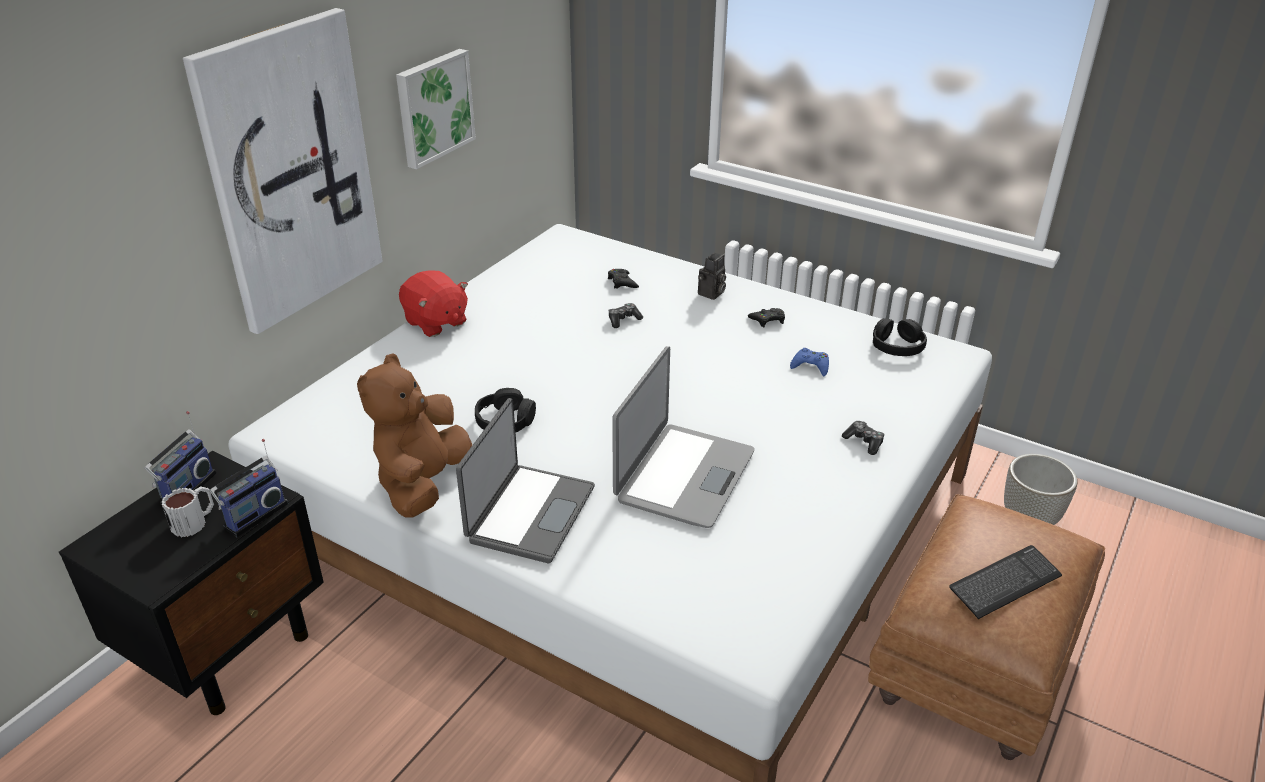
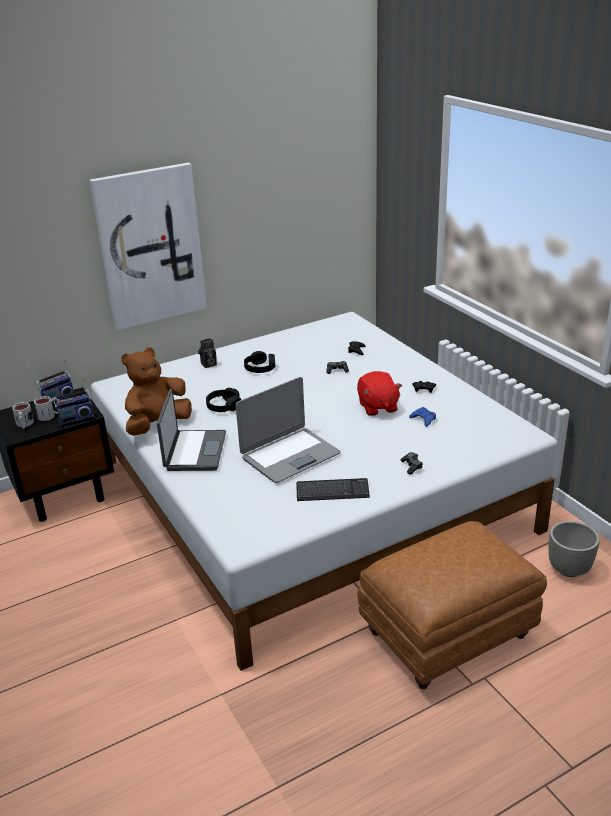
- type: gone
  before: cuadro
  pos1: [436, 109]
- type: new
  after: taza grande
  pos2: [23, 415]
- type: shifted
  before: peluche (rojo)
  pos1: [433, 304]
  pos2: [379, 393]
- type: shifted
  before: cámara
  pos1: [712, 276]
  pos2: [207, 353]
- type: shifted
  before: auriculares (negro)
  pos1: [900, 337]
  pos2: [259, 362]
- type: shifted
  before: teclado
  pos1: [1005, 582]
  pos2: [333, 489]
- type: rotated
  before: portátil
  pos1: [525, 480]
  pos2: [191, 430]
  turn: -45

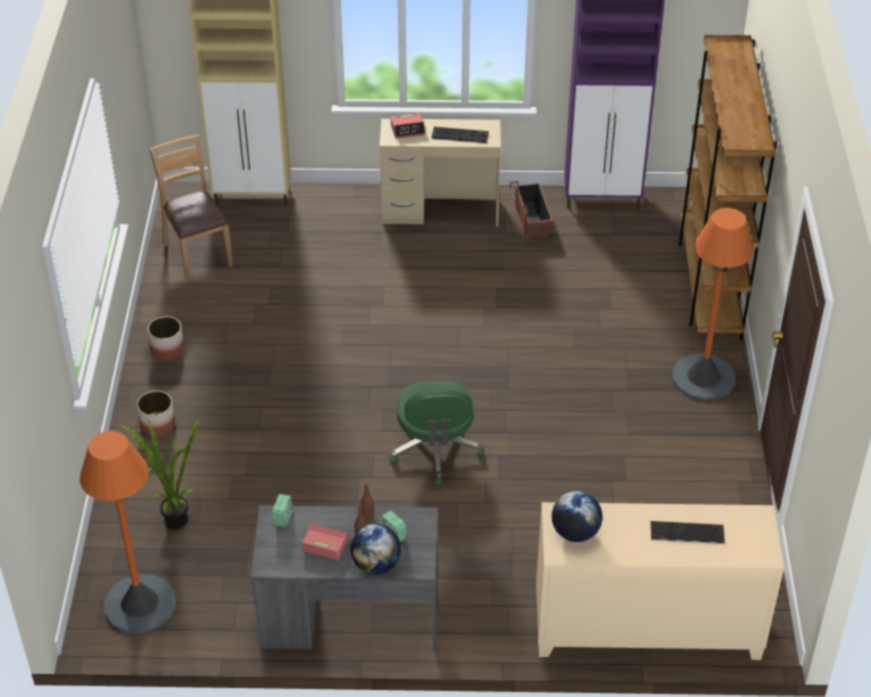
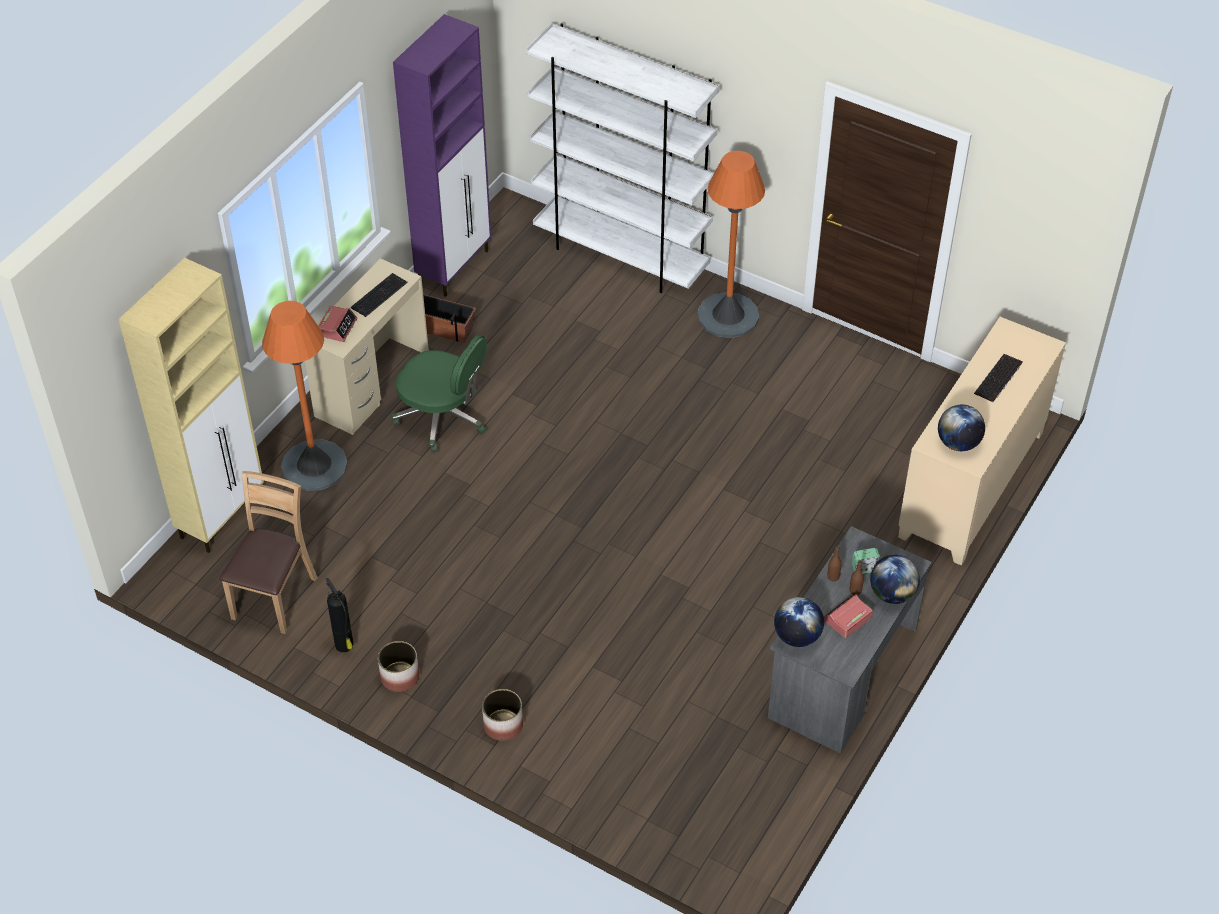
- type: gone
  before: planta en maceta
  pos1: [159, 473]
- type: new
  after: extintor
  pos2: [339, 615]
- type: shifted
  before: lámpara de pie (naranja)
  pos1: [128, 532]
  pos2: [305, 396]
- type: shifted
  before: silla de oficina (verde)
  pos1: [436, 433]
  pos2: [439, 393]
- type: swapped
  before: despertador
  after: globo terráqueo
  pos1: [282, 510]
  pos2: [799, 622]
- type: repainted
  before: estantería (marrón)
  after: estantería (blanco)
  pos1: [728, 188]
  pos2: [623, 158]
- type: rotated
  before: silla (marrón)
  pos1: [191, 208]
  pos2: [268, 552]
  turn: 105

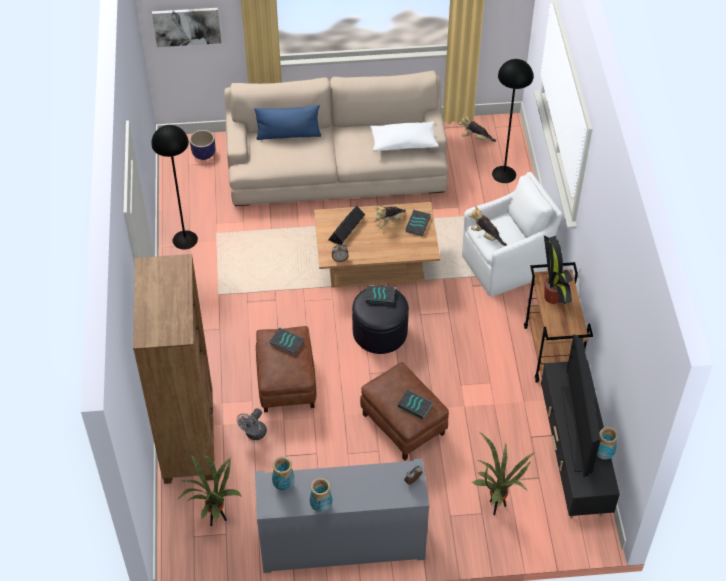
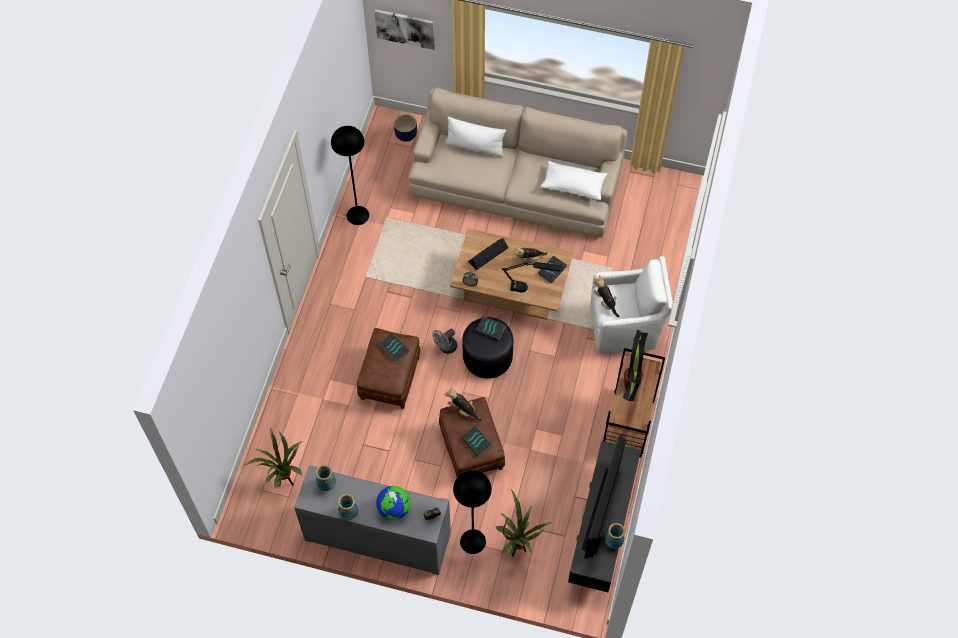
- type: gone
  before: estantería (marrón)
  pos1: [173, 369]
- type: new
  after: globo terráqueo
  pos2: [393, 503]
- type: new
  after: lámpara de mesa (negro)
  pos2: [532, 277]
- type: shifted
  before: ventilador (gris)
  pos1: [252, 424]
  pos2: [444, 341]
- type: shifted
  before: peluche
  pos1: [477, 128]
  pos2: [463, 404]
- type: shifted
  before: lámpara de pie (negro)
  pos1: [512, 121]
  pos2: [472, 512]
- type: repainted
  before: cojín (azul)
  after: cojín (blanco)
  pos1: [287, 122]
  pos2: [475, 137]

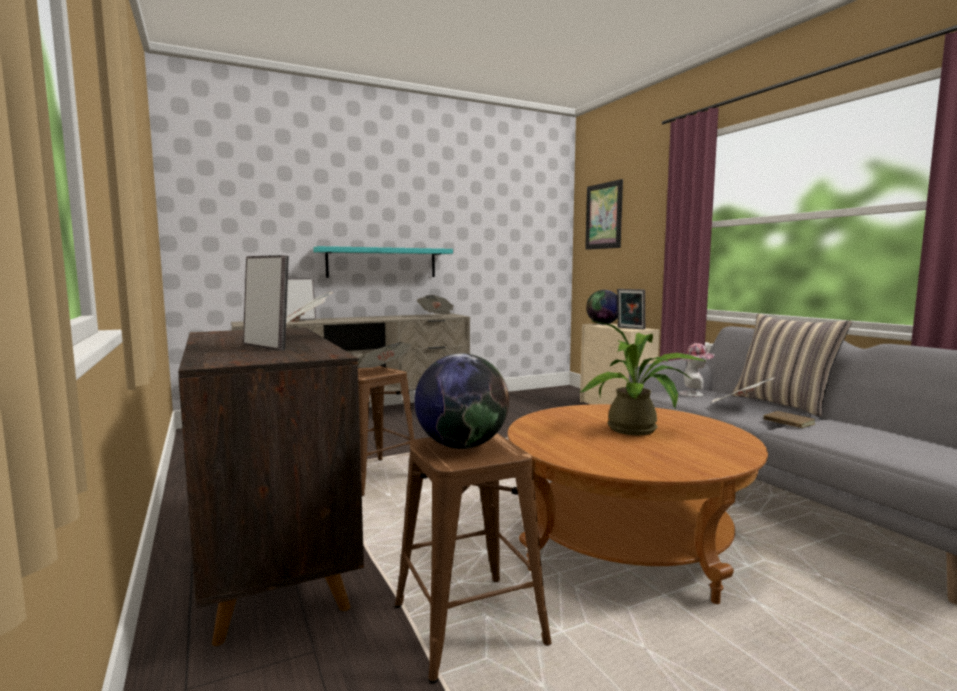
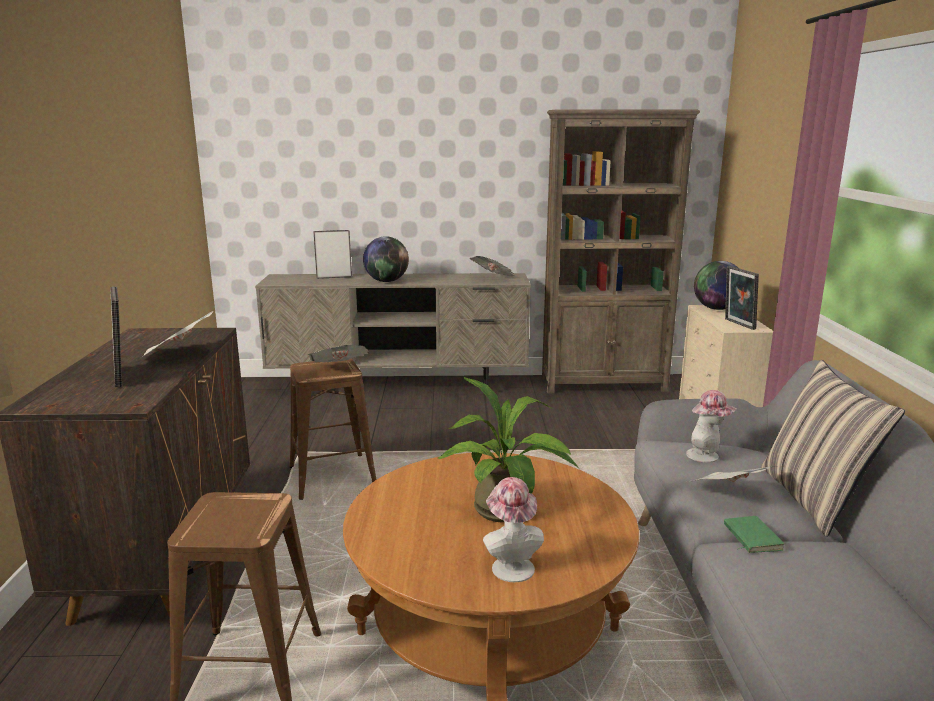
- type: gone
  before: estante (turquesa)
  pos1: [383, 262]
- type: gone
  before: cuadro
  pos1: [604, 214]
- type: new
  after: sombrero
  pos2: [513, 529]
- type: new
  after: estantería (marrón)
  pos2: [621, 251]
- type: shifted
  before: globo terráqueo
  pos1: [461, 401]
  pos2: [386, 259]
- type: repainted
  before: libro (marrón)
  after: libro (verde)
  pos1: [789, 419]
  pos2: [754, 534]

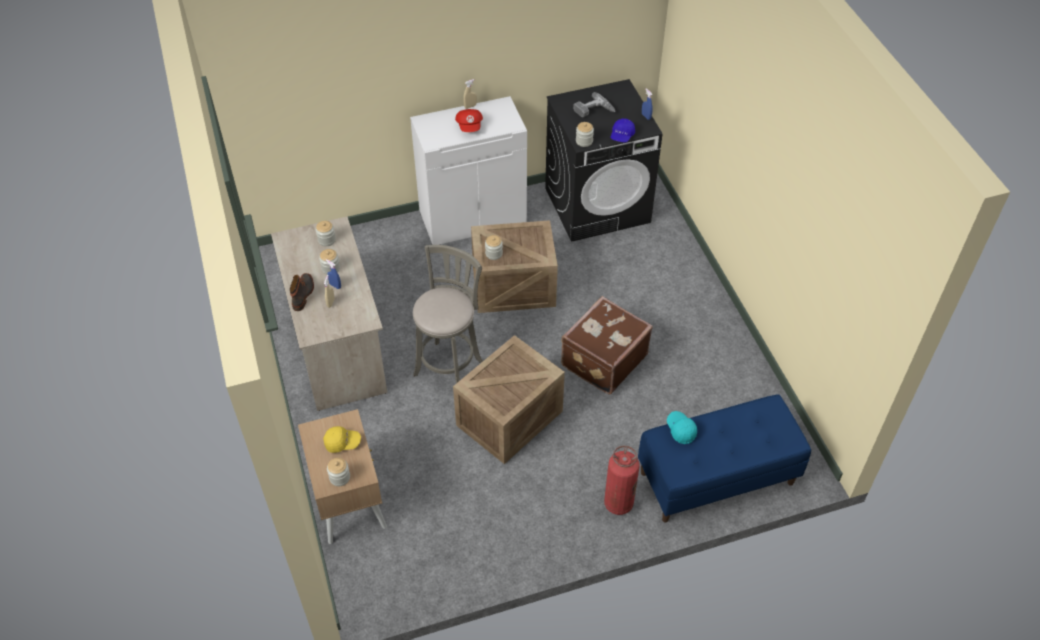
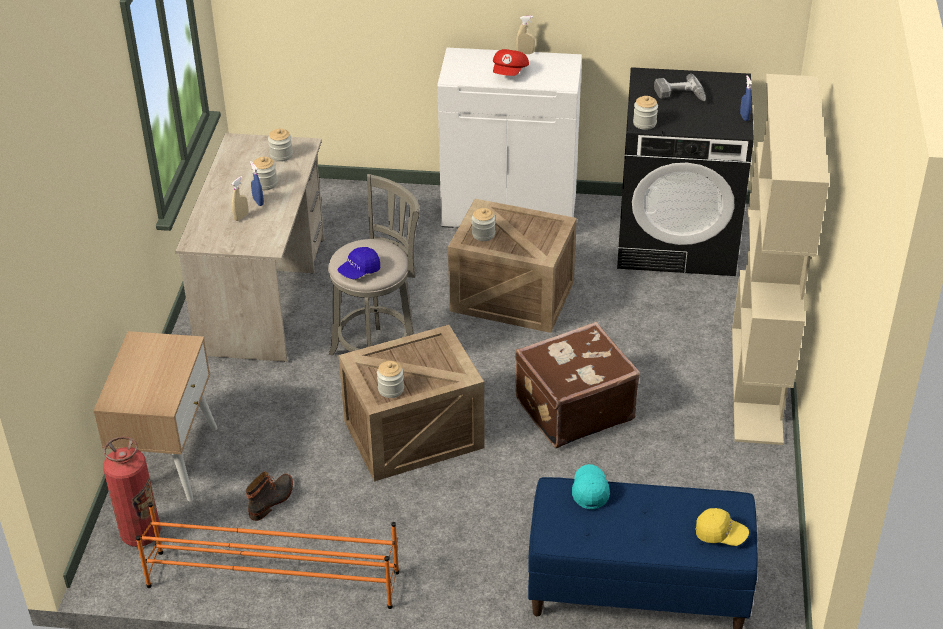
- type: new
  after: zapatero (naranja)
  pos2: [267, 555]
- type: new
  after: estantería (beis)
  pos2: [780, 259]
- type: shifted
  before: bota
  pos1: [302, 292]
  pos2: [269, 496]
- type: shifted
  before: gorra (amarillo)
  pos1: [342, 439]
  pos2: [722, 527]
- type: shifted
  before: tarro
  pos1: [338, 472]
  pos2: [390, 379]
- type: shifted
  before: extintor
  pos1: [622, 480]
  pos2: [132, 491]
- type: shifted
  before: gorra (azul)
  pos1: [623, 130]
  pos2: [358, 263]

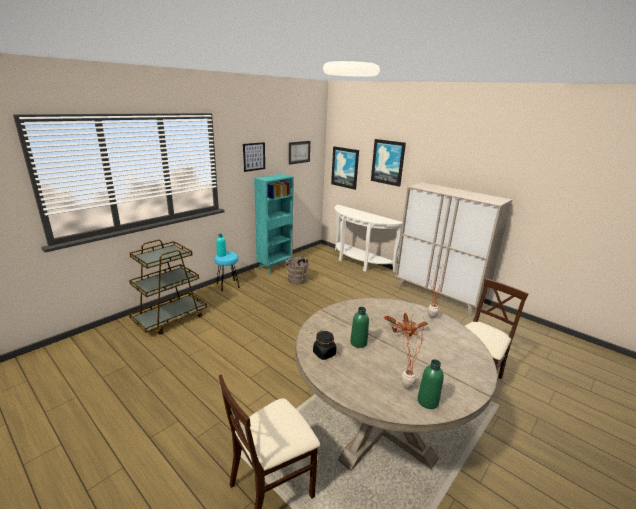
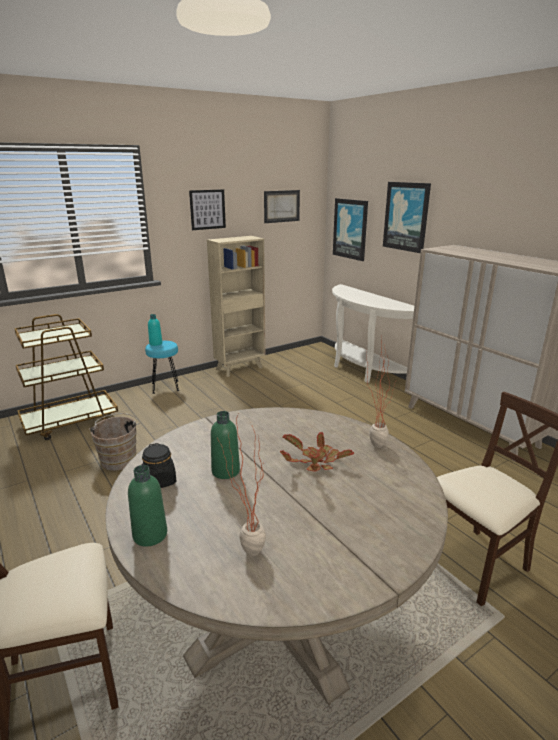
- type: shifted
  before: cubo (marrón)
  pos1: [297, 270]
  pos2: [114, 442]
- type: shifted
  before: botella (verde)
  pos1: [431, 384]
  pos2: [147, 506]
- type: repainted
  before: estantería (turquesa)
  after: estantería (beis)
  pos1: [273, 224]
  pos2: [236, 306]

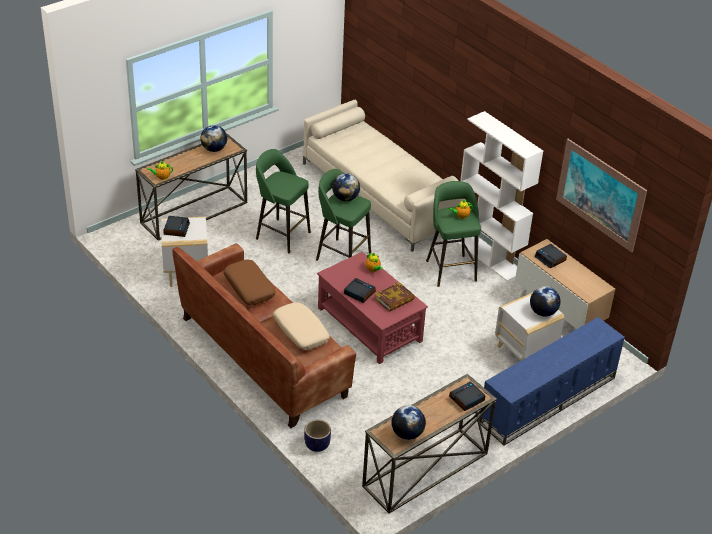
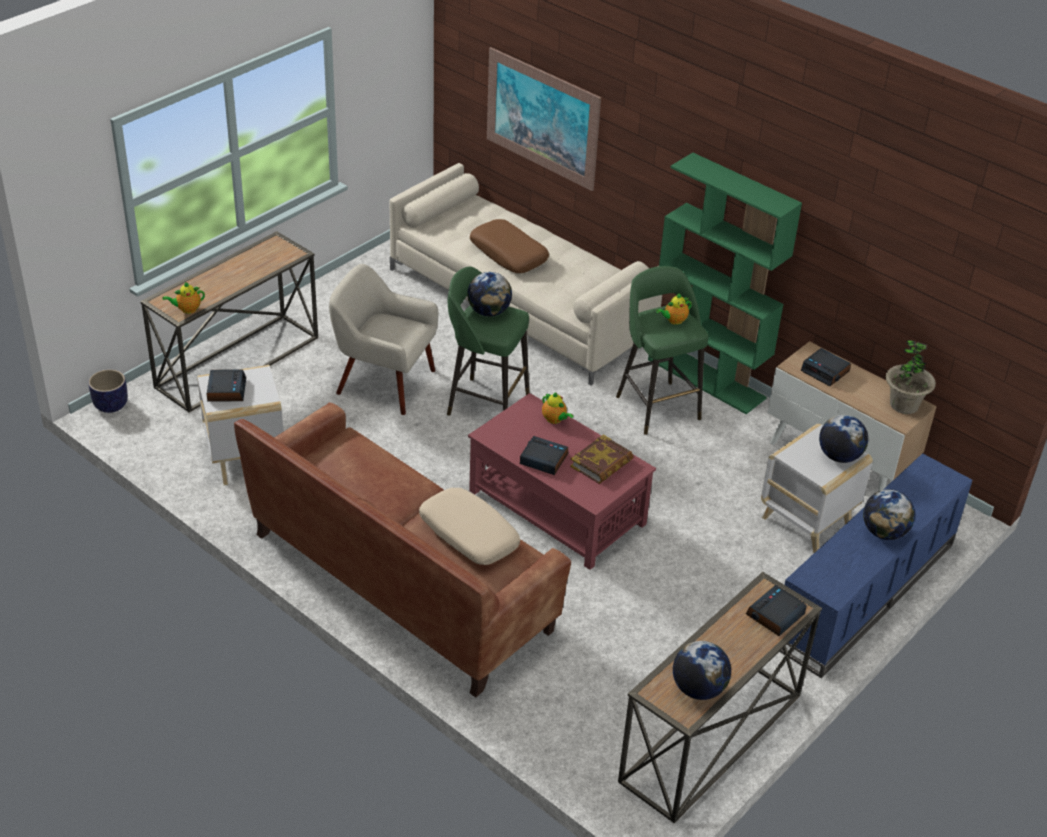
- type: new
  after: planta en maceta
  pos2: [910, 377]
- type: shifted
  before: globo terráqueo
  pos1: [213, 138]
  pos2: [889, 514]
- type: shifted
  before: cojín (marrón)
  pos1: [250, 282]
  pos2: [509, 246]
- type: shifted
  before: maceta
  pos1: [317, 436]
  pos2: [108, 391]
- type: shifted
  before: cuadro
  pos1: [601, 196]
  pos2: [544, 119]
- type: swapped
  before: taburete (verde)
  after: sillón (beis)
  pos1: [283, 201]
  pos2: [383, 339]
- type: repainted
  before: estantería (blanco)
  after: estantería (verde)
  pos1: [498, 196]
  pos2: [725, 283]

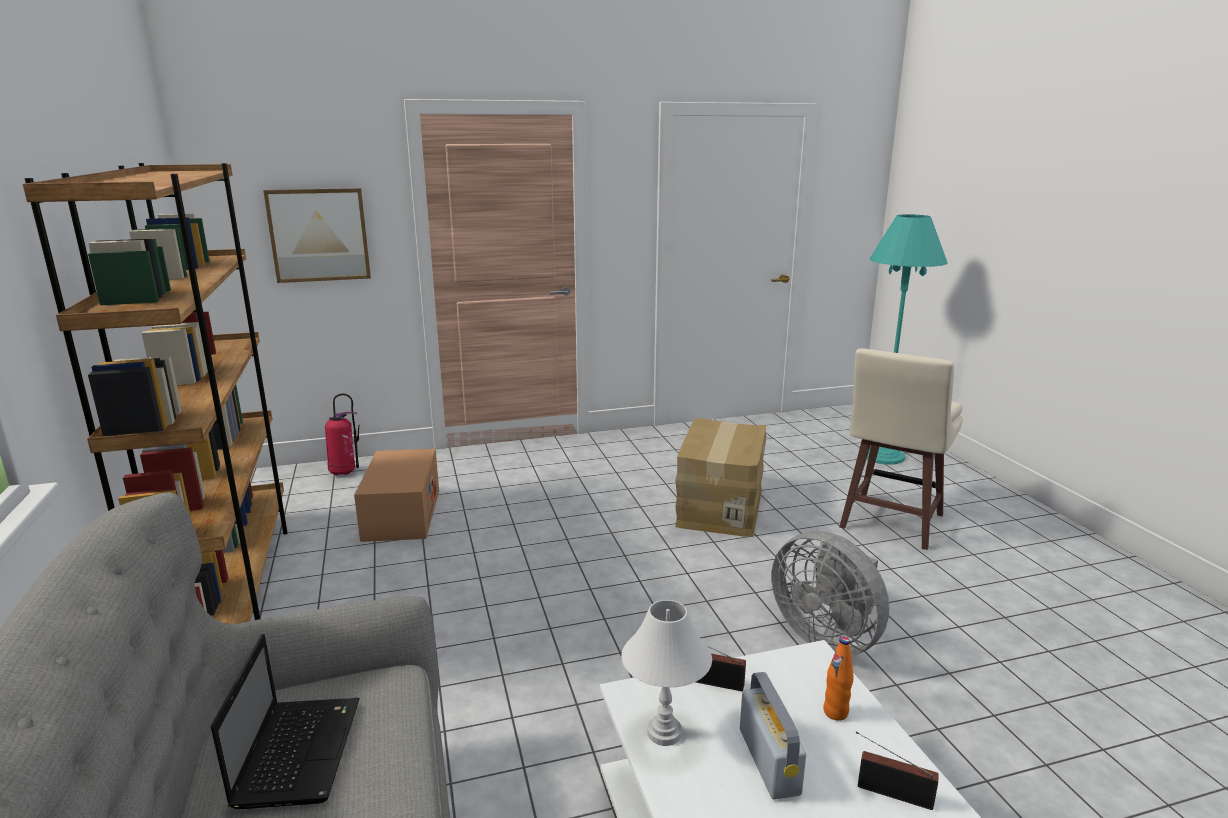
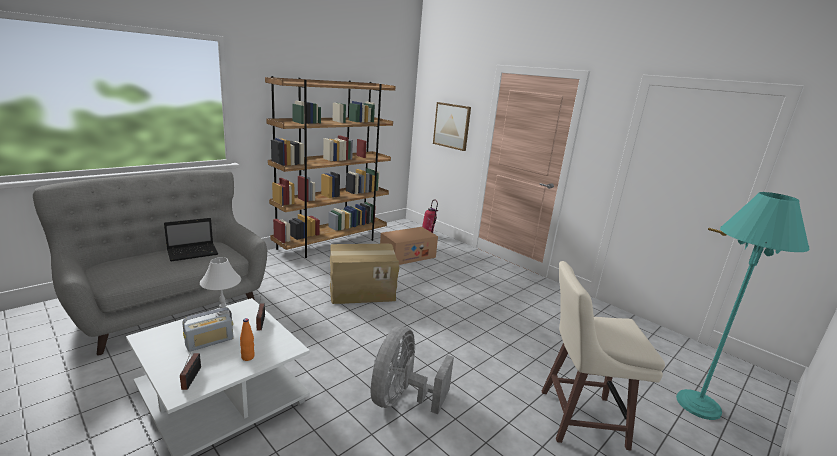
- type: shifted
  before: caja de cartón
  pos1: [720, 477]
  pos2: [364, 274]

